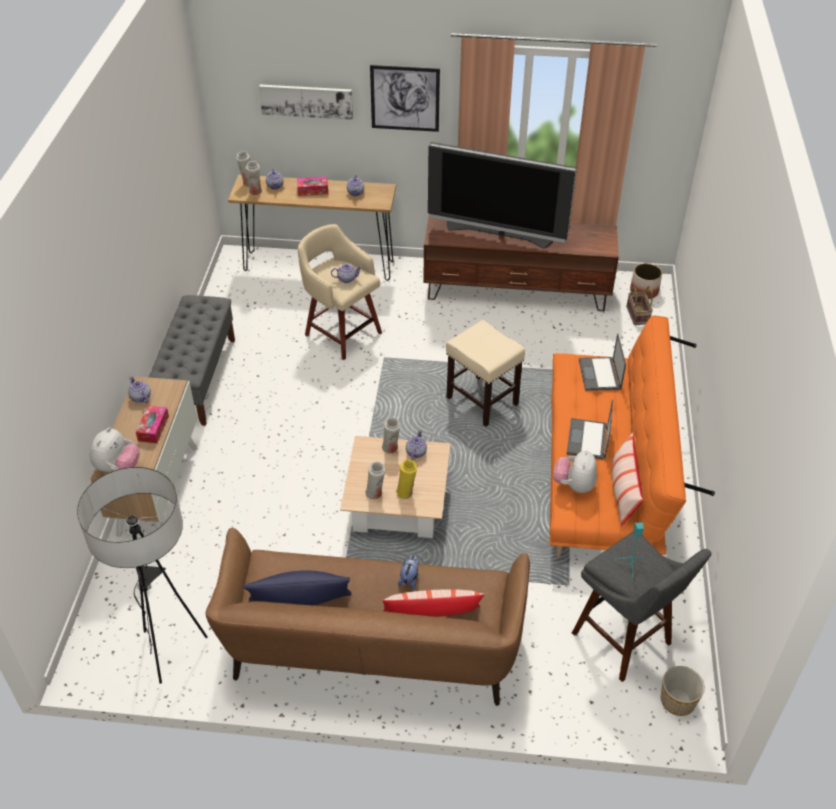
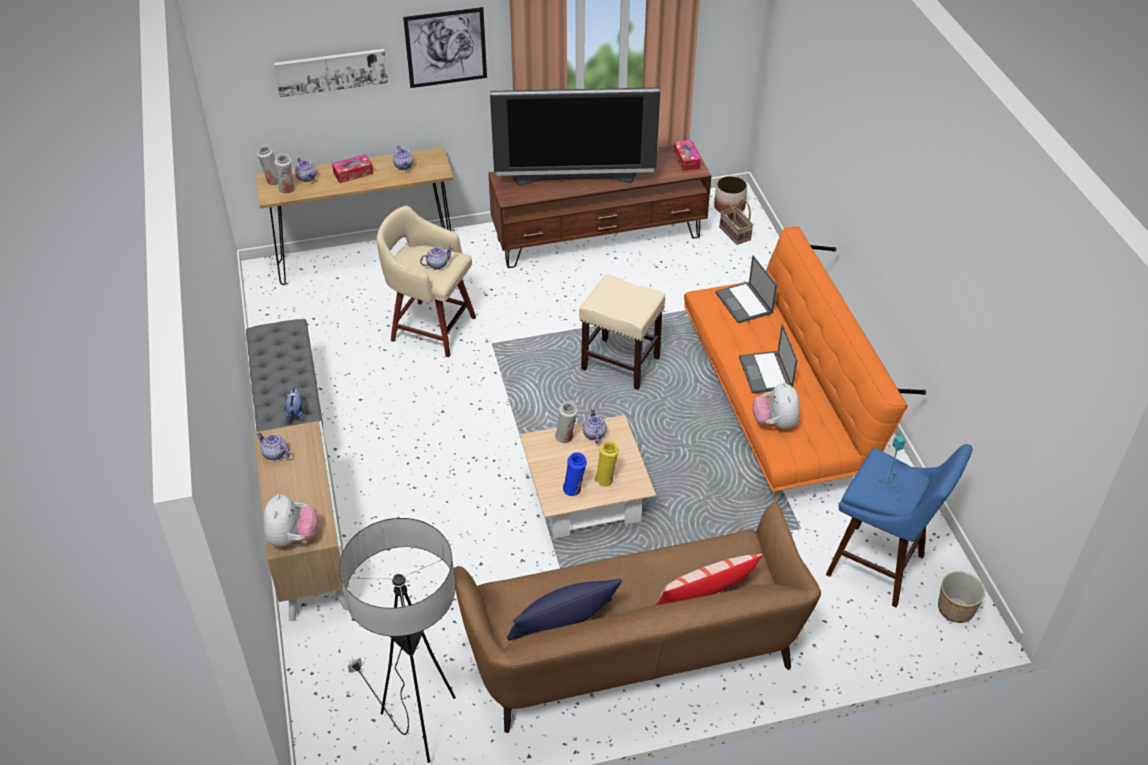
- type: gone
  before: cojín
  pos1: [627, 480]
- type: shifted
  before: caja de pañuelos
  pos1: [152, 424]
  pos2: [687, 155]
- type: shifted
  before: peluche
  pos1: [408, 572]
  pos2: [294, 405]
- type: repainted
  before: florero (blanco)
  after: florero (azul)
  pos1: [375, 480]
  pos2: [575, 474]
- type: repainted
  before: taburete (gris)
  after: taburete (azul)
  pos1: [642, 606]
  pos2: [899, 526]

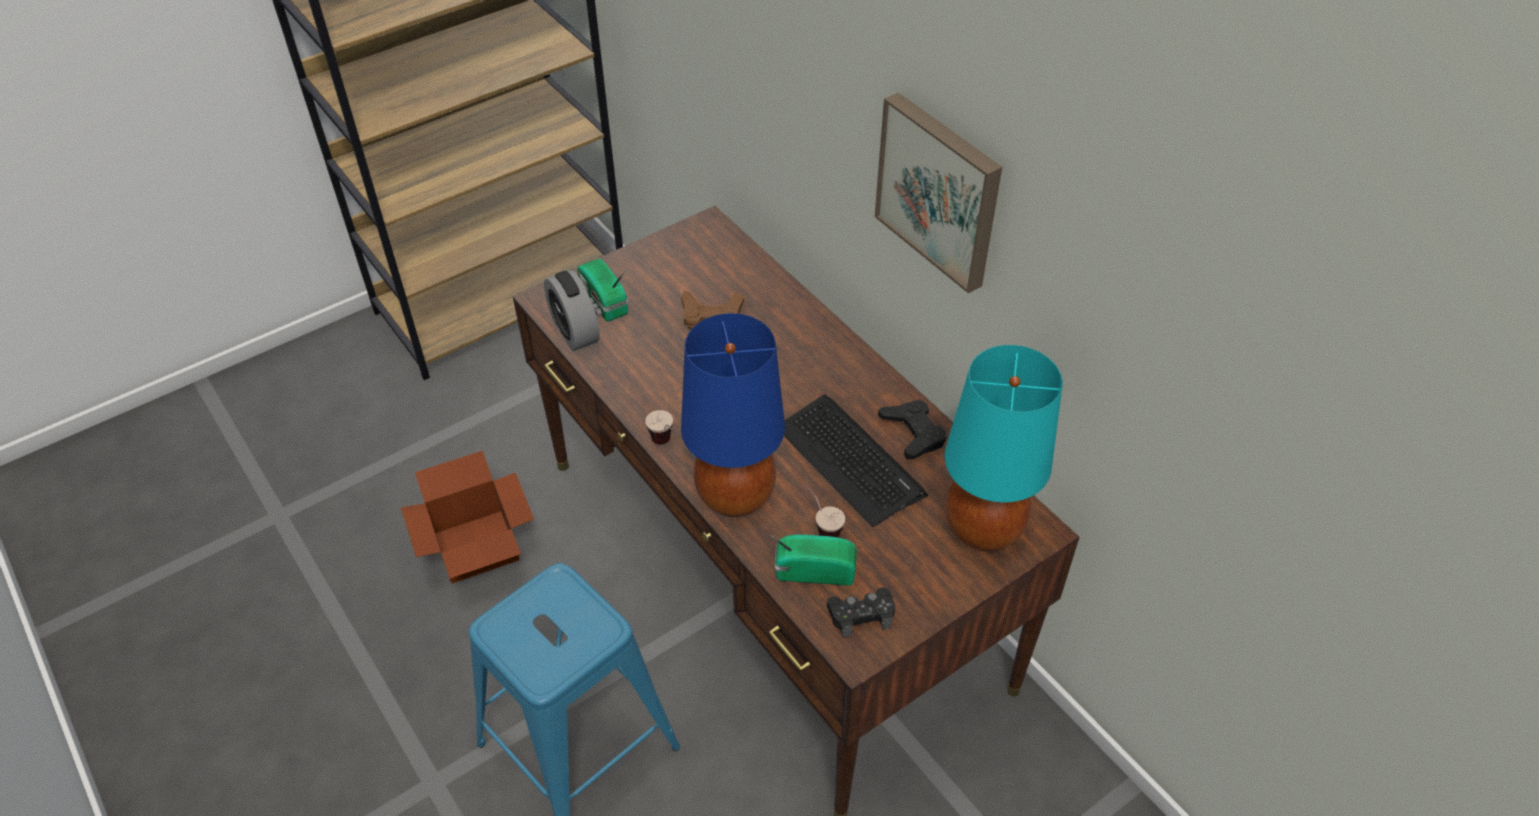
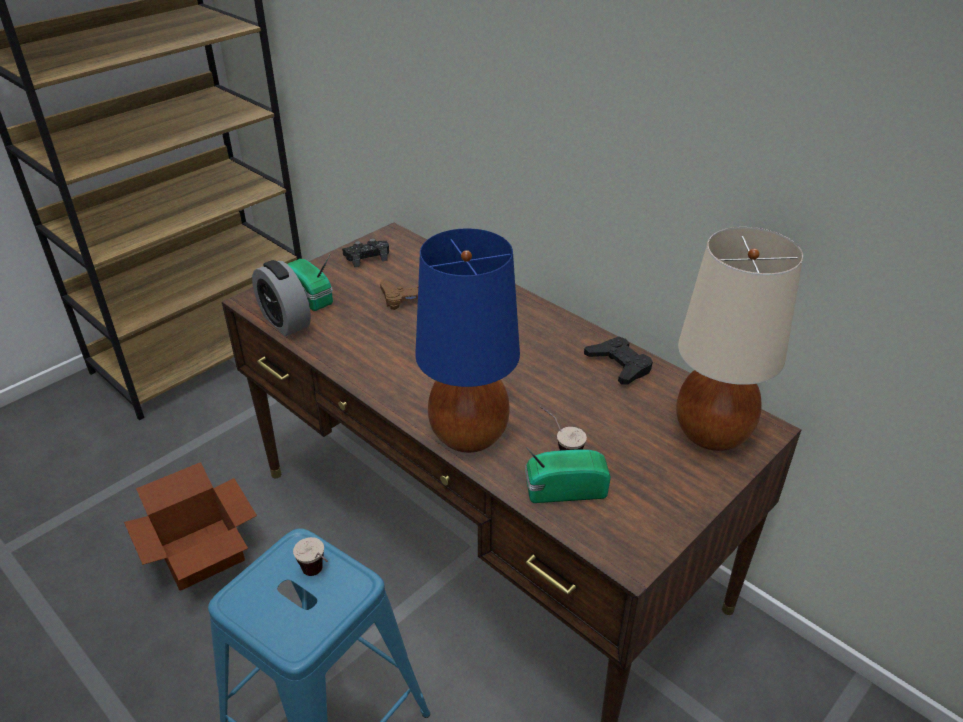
- type: gone
  before: teclado
  pos1: [856, 460]
- type: gone
  before: cuadro
  pos1: [938, 193]
- type: shifted
  before: taza
  pos1: [660, 427]
  pos2: [310, 556]
- type: shifted
  before: mando de consola (negro)
  pos1: [861, 613]
  pos2: [365, 252]
- type: repainted
  before: lámpara de mesa (turquesa)
  after: lámpara de mesa (beis)
  pos1: [1004, 448]
  pos2: [739, 339]

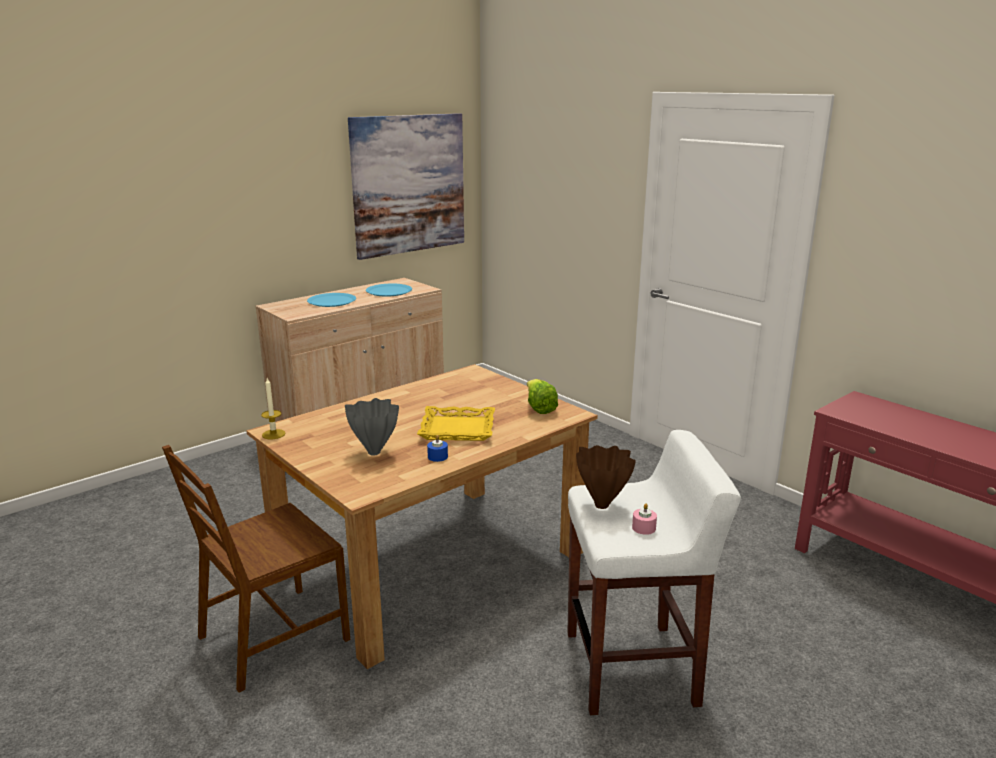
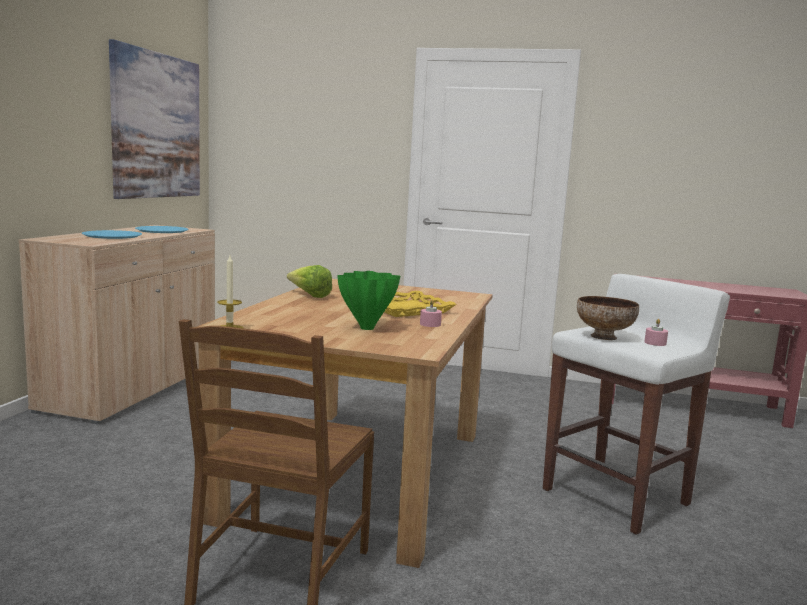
- type: shifted
  before: lechuga
  pos1: [542, 396]
  pos2: [309, 281]
- type: swapped
  before: florero (marrón)
  after: cuenco
  pos1: [606, 477]
  pos2: [608, 318]
- type: repainted
  before: florero (gris)
  after: florero (verde)
  pos1: [372, 427]
  pos2: [368, 300]
- type: repainted
  before: vela (azul)
  after: vela (rosa)
  pos1: [437, 448]
  pos2: [431, 313]

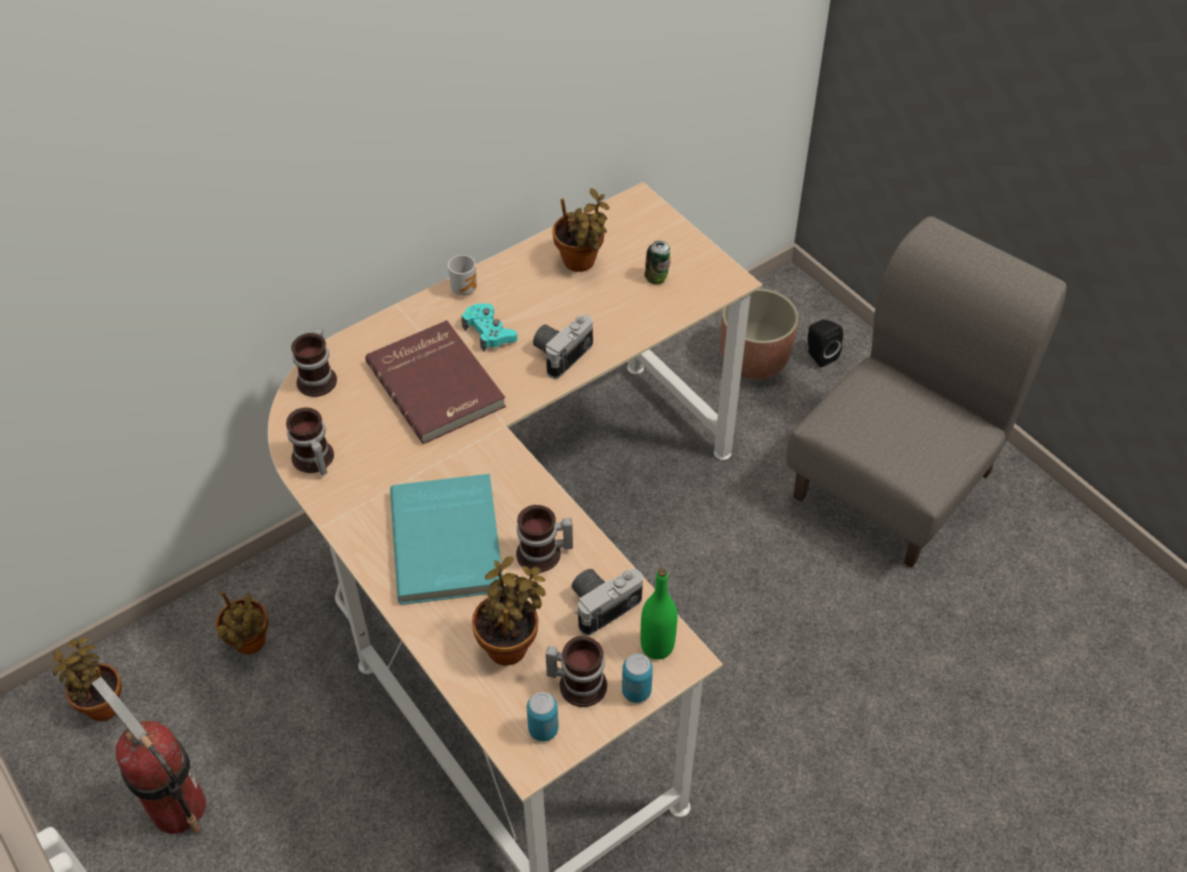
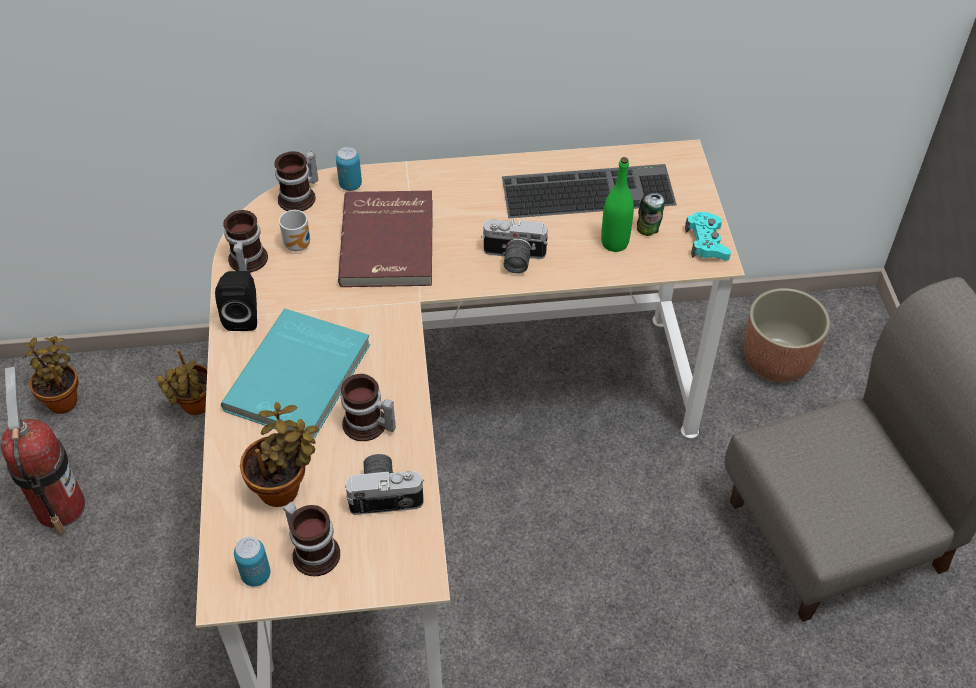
- type: shifted
  before: taza grande
  pos1: [462, 275]
  pos2: [294, 230]
- type: shifted
  before: mando de consola (turquesa)
  pos1: [489, 327]
  pos2: [708, 236]
- type: shifted
  before: lata
  pos1: [637, 678]
  pos2: [349, 169]
- type: shifted
  before: botella (verde)
  pos1: [658, 613]
  pos2: [617, 204]
- type: shifted
  before: altavoz (negro)
  pos1: [825, 343]
  pos2: [236, 301]
- type: swapped
  before: planta en maceta
  after: teclado
  pos1: [581, 230]
  pos2: [589, 191]
- type: rotated
  before: cámara
  pos1: [563, 347]
  pos2: [514, 246]
  turn: -150

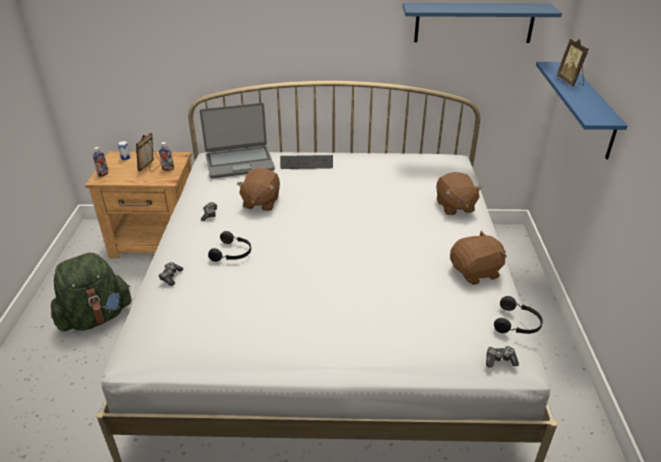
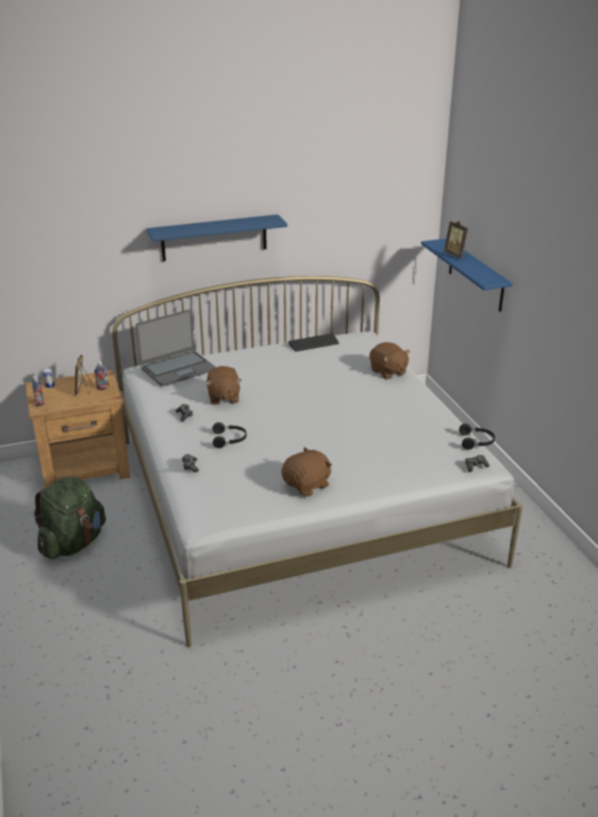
- type: shifted
  before: teclado
  pos1: [306, 162]
  pos2: [313, 342]
- type: shifted
  before: estante (azul)
  pos1: [482, 23]
  pos2: [216, 237]
- type: shifted
  before: peluche (marrón)
  pos1: [478, 258]
  pos2: [306, 472]

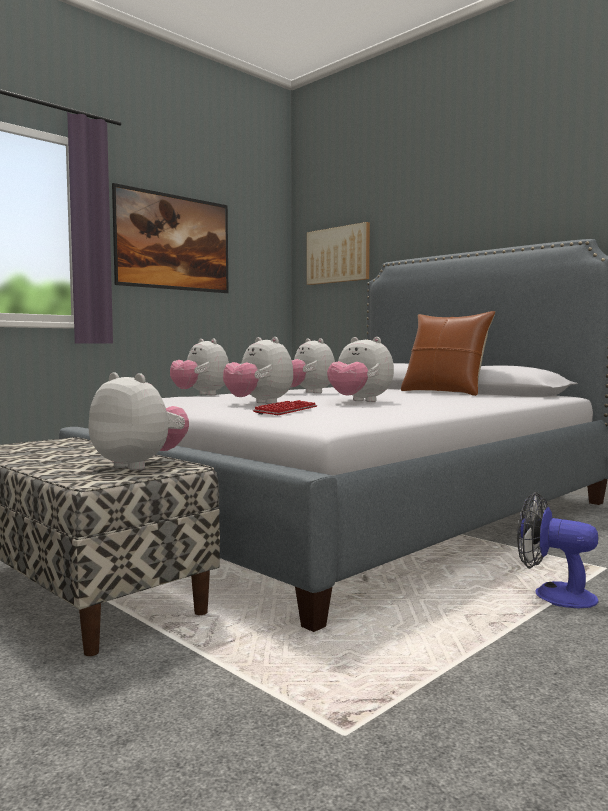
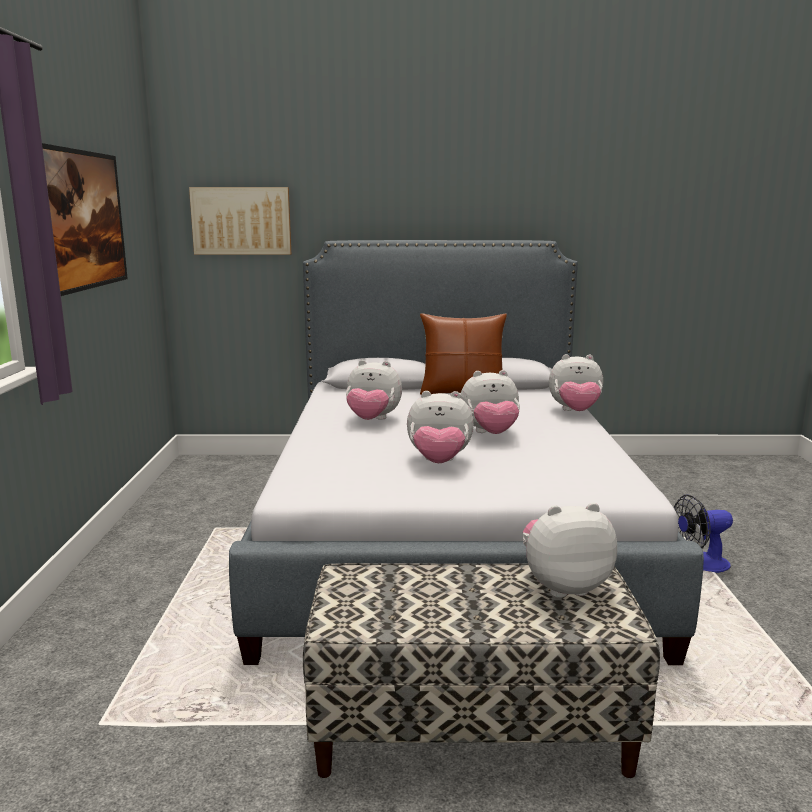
- type: gone
  before: teclado
  pos1: [285, 407]
- type: shifted
  before: peluche
  pos1: [199, 366]
  pos2: [576, 382]

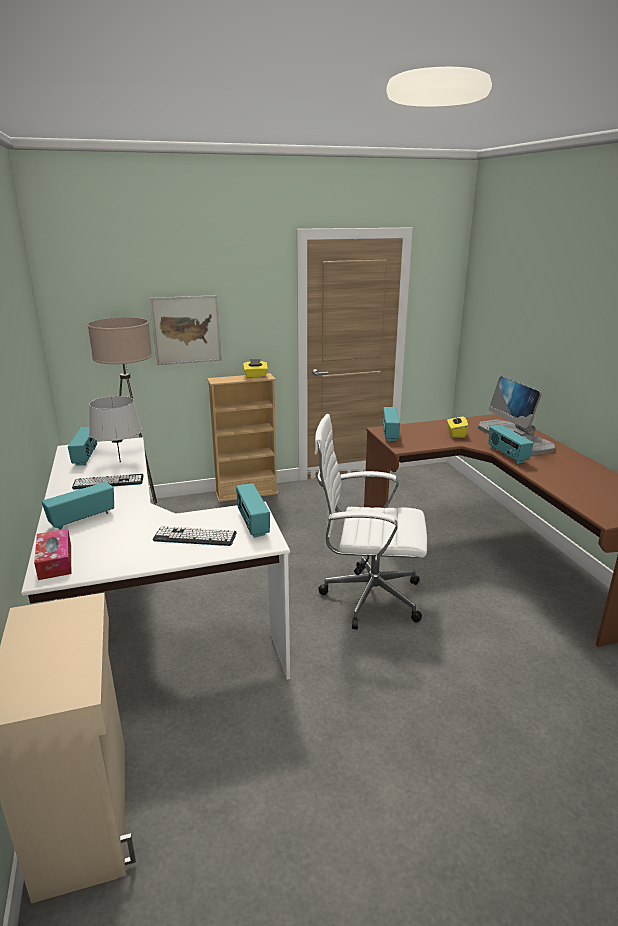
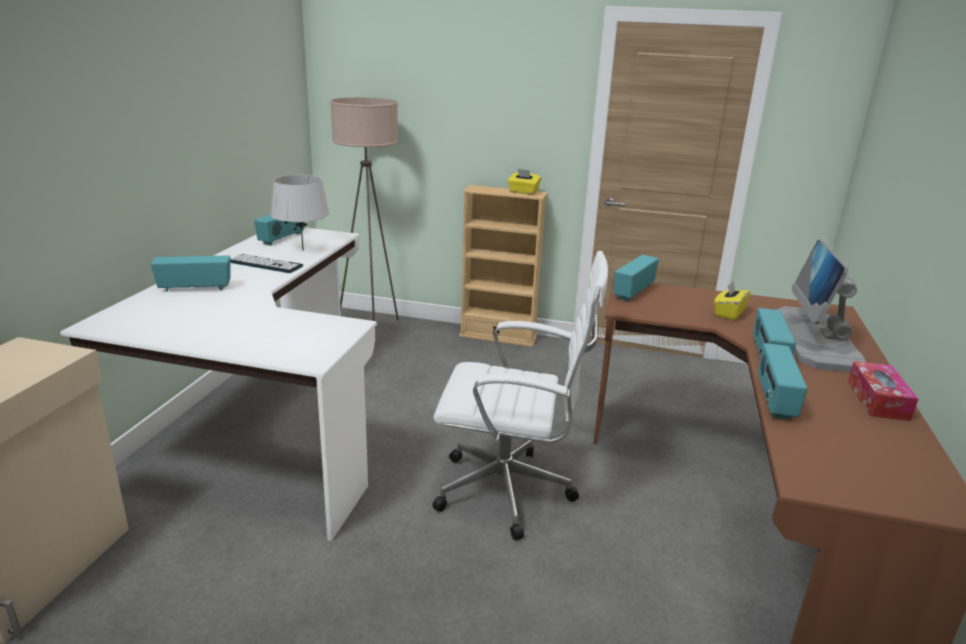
- type: gone
  before: cuadro
  pos1: [186, 330]
- type: gone
  before: teclado
  pos1: [195, 536]
- type: shifted
  before: caja de pañuelos
  pos1: [52, 554]
  pos2: [883, 391]
- type: shifted
  before: radio
  pos1: [253, 510]
  pos2: [783, 381]
- type: rotated
  before: silla de oficina (blanco)
  pos1: [370, 521]
  pos2: [520, 395]
  turn: 150

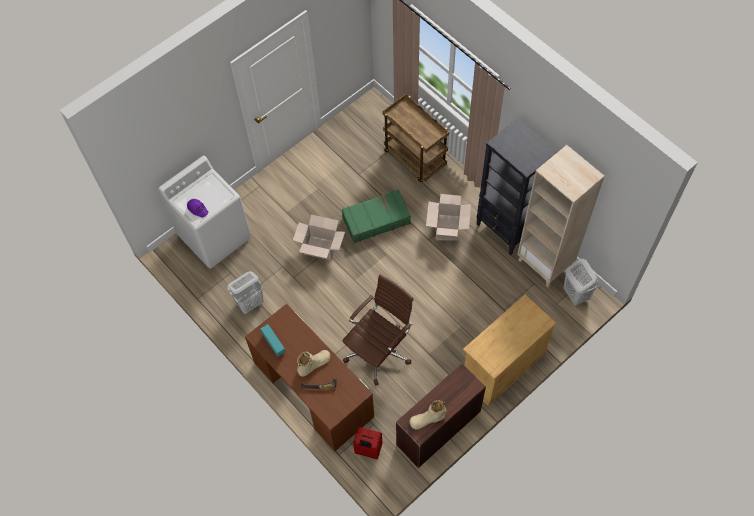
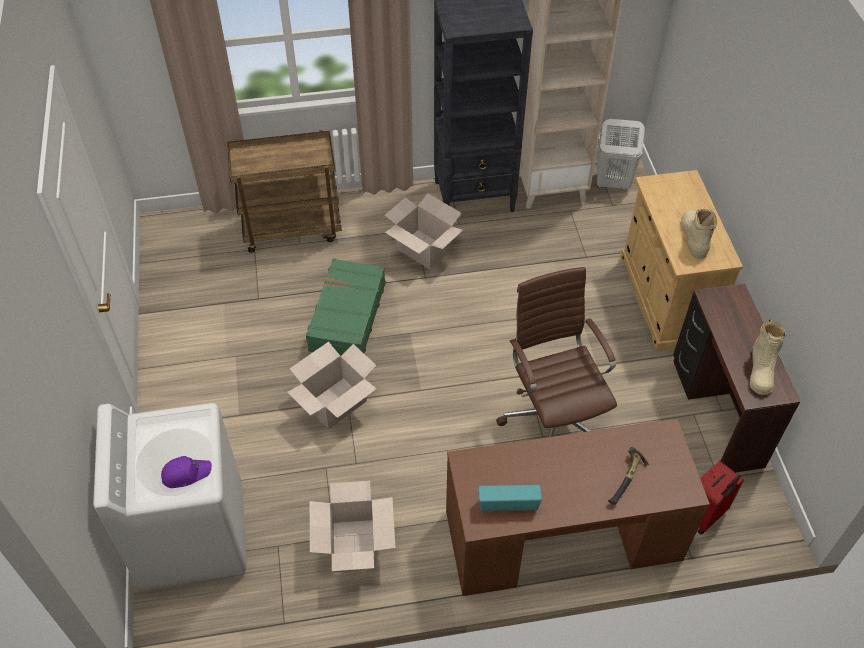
- type: shifted
  before: bota (beis)
  pos1: [314, 363]
  pos2: [699, 234]
- type: swapped
  before: cesto de la ropa (blanco)
  after: caja de cartón
  pos1: [245, 292]
  pos2: [352, 527]

